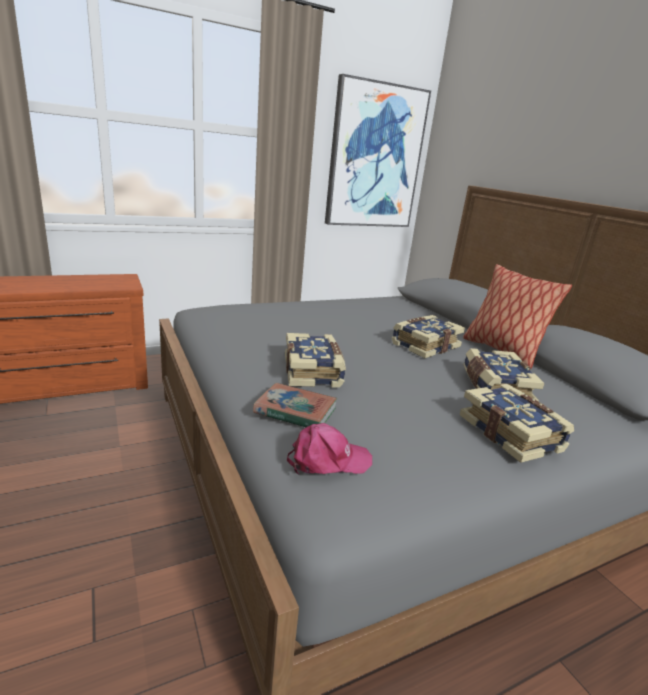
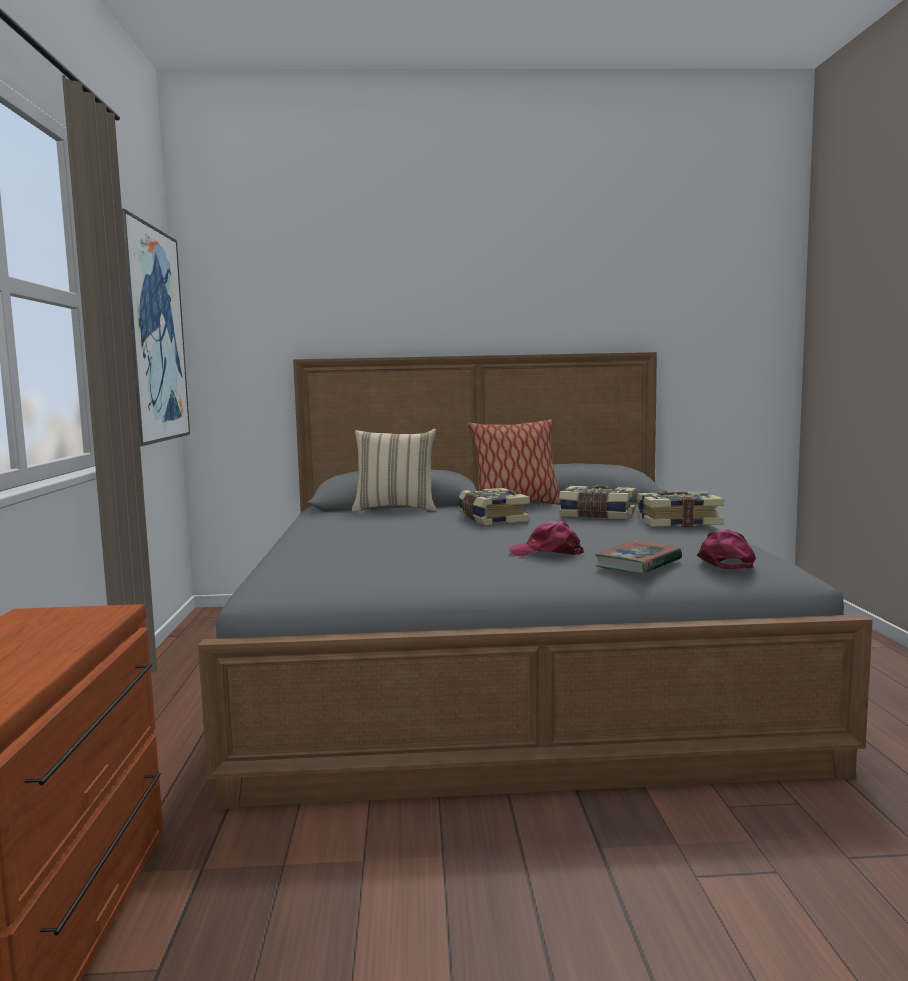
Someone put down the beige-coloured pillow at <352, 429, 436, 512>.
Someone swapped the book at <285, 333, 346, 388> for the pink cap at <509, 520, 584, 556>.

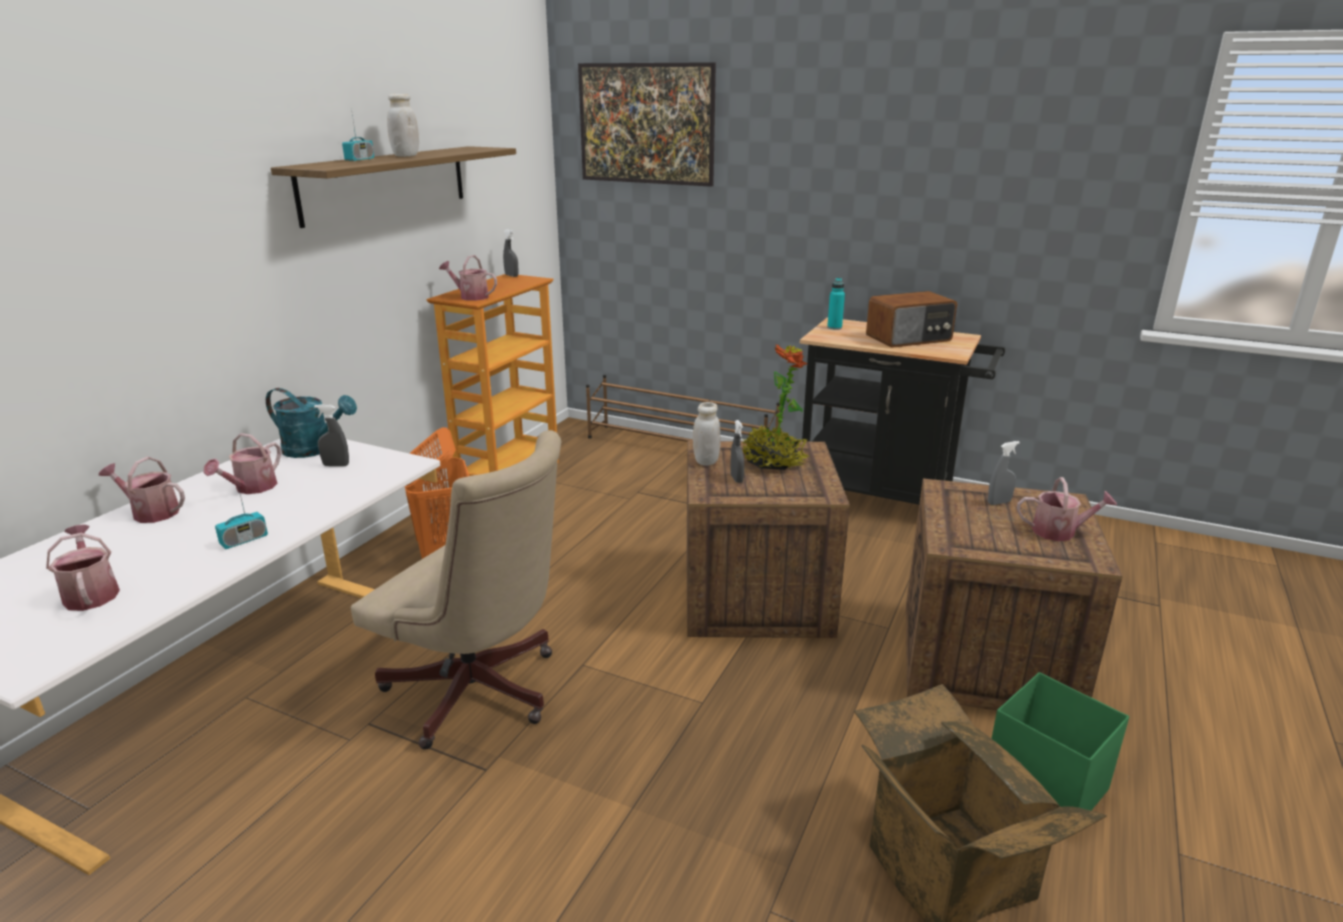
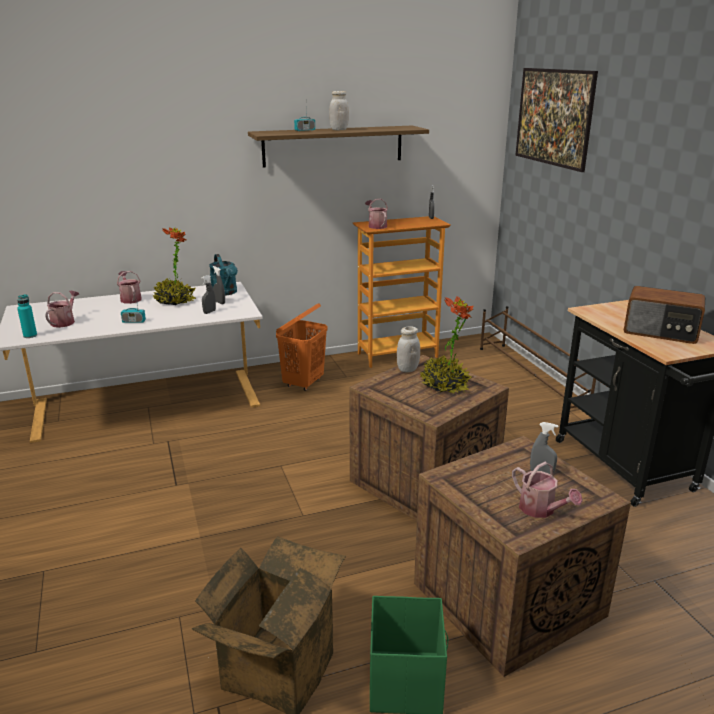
Someone carried the turquoise-coloured bottle from <827, 278, 845, 330> to <17, 294, 37, 338>.
Someone swapped the watering can at <203, 433, 281, 494> for the houseplant at <153, 227, 196, 305>.
Someone carried the greyish spray bottle from <730, 420, 744, 483> to <201, 275, 216, 314>.
Someone took away the beige-coloured desk chair at <351, 430, 562, 750>.

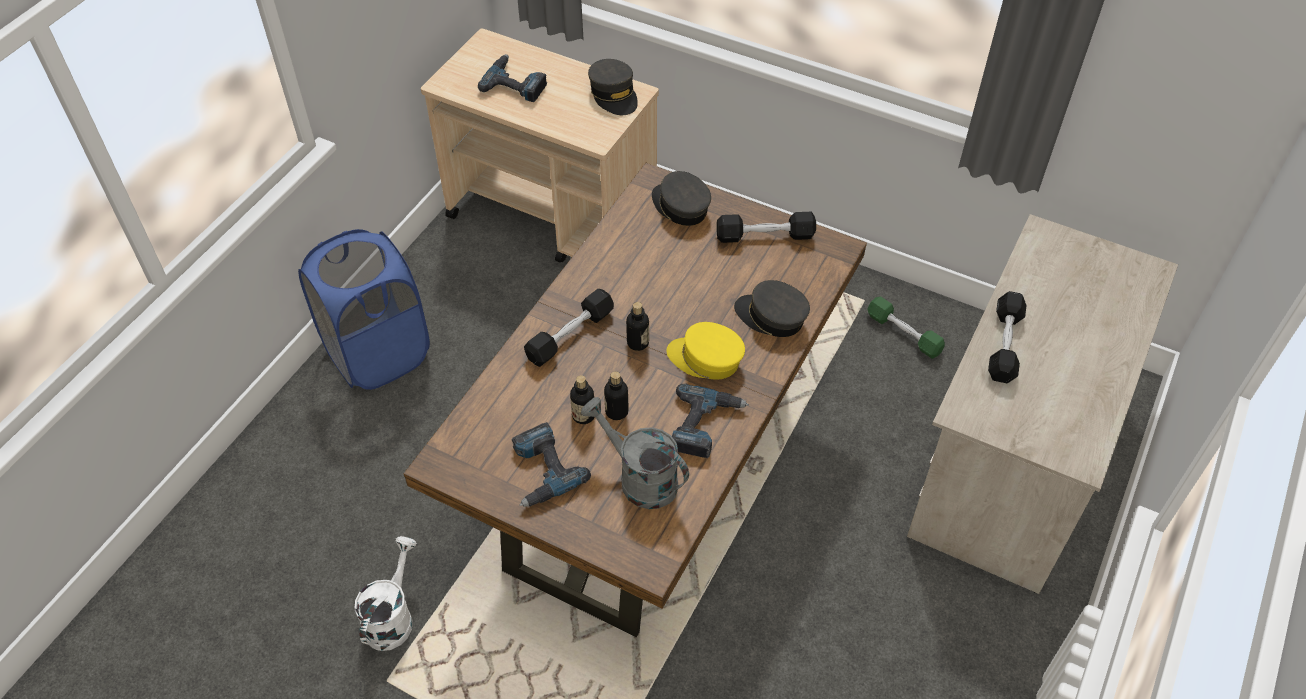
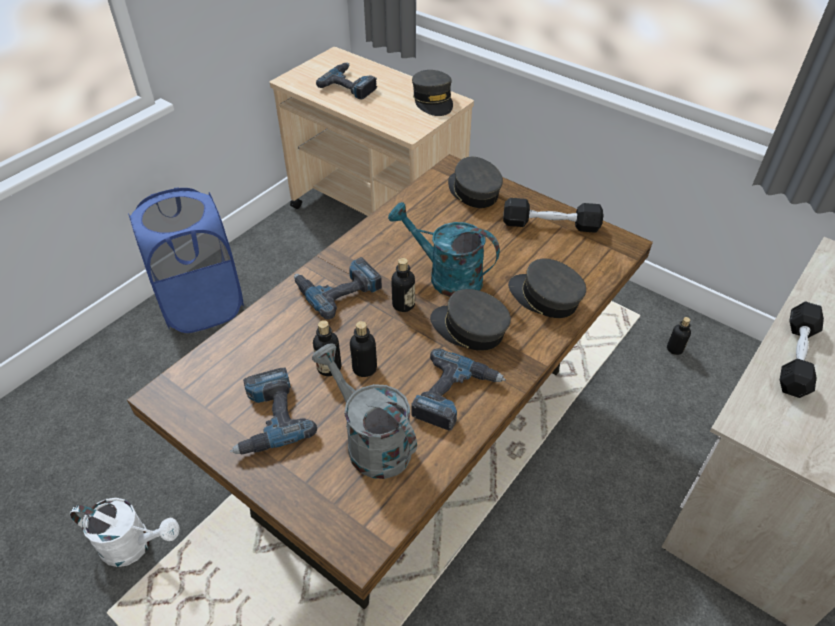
Someone rotated the white watering can at <354, 536, 417, 651> by 75 degrees clockwise.
Someone swapped the black dumbbell at <524, 289, 614, 367> for the electric drill at <294, 257, 382, 319>.
Someone put down the turquoise-coloured watering can at <388, 202, 500, 297>.
Someone repainted the yellow cap at <666, 322, 745, 380>, which became the greyish cap at <430, 289, 511, 351>.
Someone swapped the green dumbbell at <867, 296, 945, 359> for the bottle at <667, 317, 691, 355>.

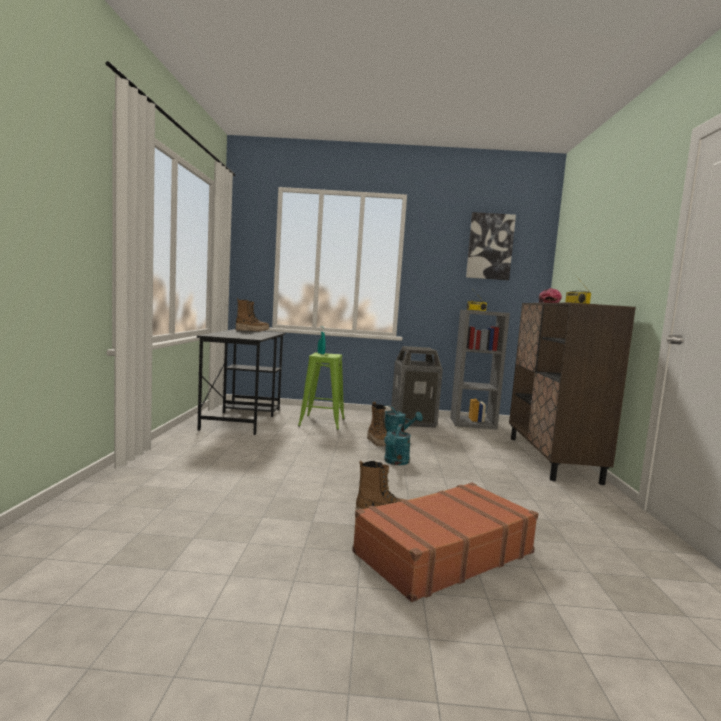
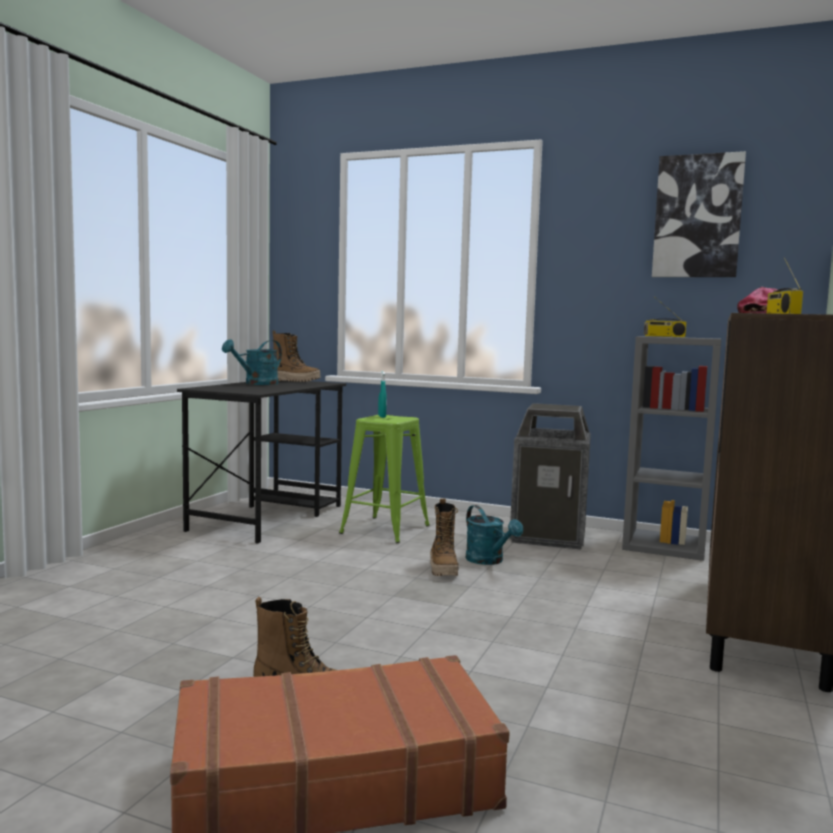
Someone carried the turquoise-coloured watering can from <384, 424, 411, 465> to <222, 339, 282, 385>.

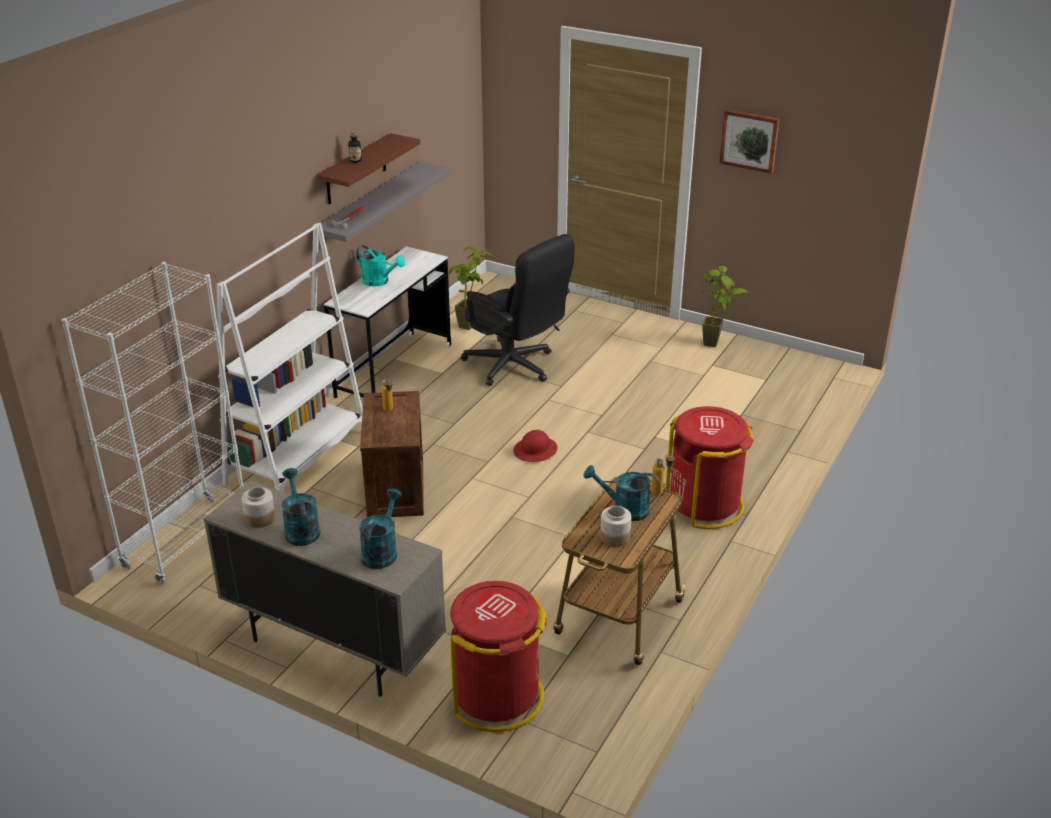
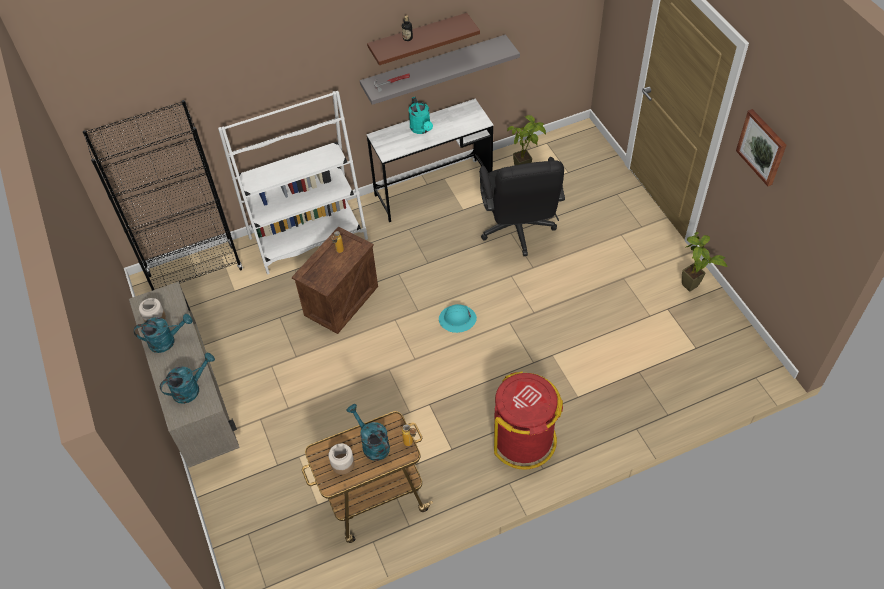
Someone repainted the white bookshelf at <62, 262, 243, 584>, which became the black bookshelf at <83, 100, 243, 291>.
Someone rotated the turquoise-coloured watering can at <281, 468, 320, 546> by 60 degrees clockwise.
Someone repainted the red-coloured work helmet at <513, 430, 557, 462>, which became the turquoise-coloured work helmet at <439, 304, 477, 333>.
Someone took away the red-coloured rubbish bin at <450, 581, 547, 732>.

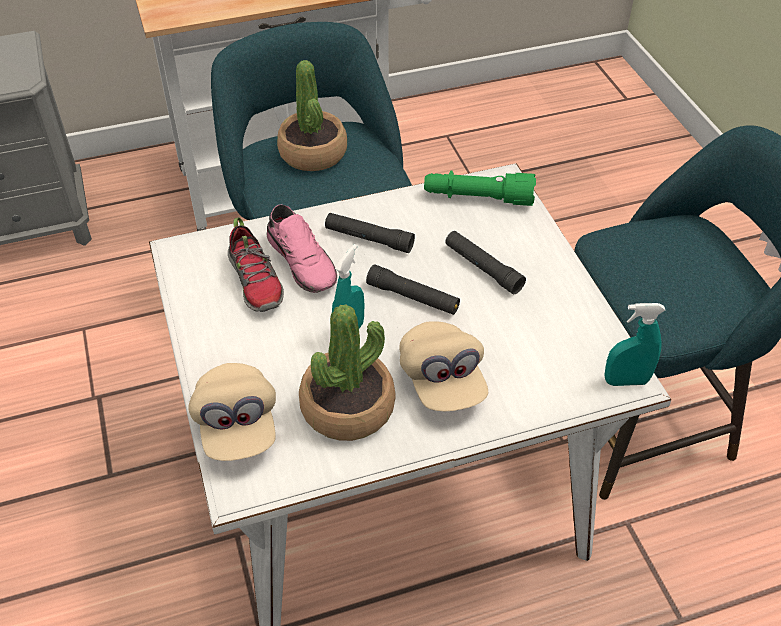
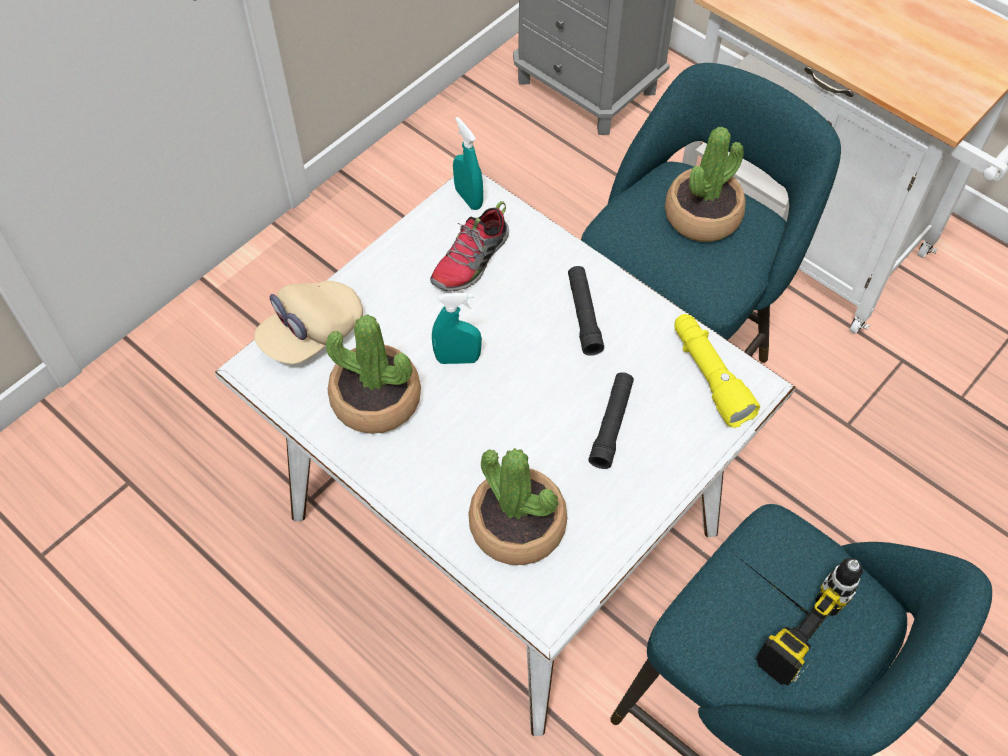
Someone carried the turquoise-coloured spray bottle from <604, 303, 665, 386> to <453, 117, 483, 210>.
Someone put down the houseplant at <468, 448, 568, 565>.
Someone repainted the green flashlight at <424, 171, 536, 206>, which became the yellow flashlight at <674, 314, 760, 428>.
Someone put down the electric drill at <734, 554, 863, 685>.
Someone took away the pink item of footwear at <266, 205, 337, 293>.
Someone took away the black flashlight at <366, 264, 460, 315>.
Someone took away the beige-coloured cap at <399, 322, 488, 411>.

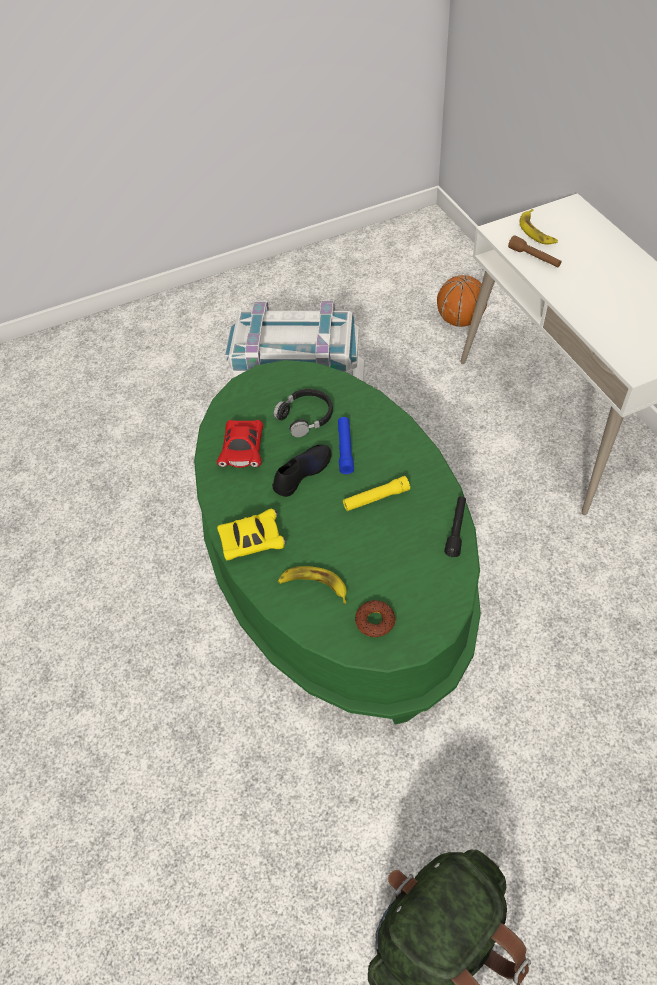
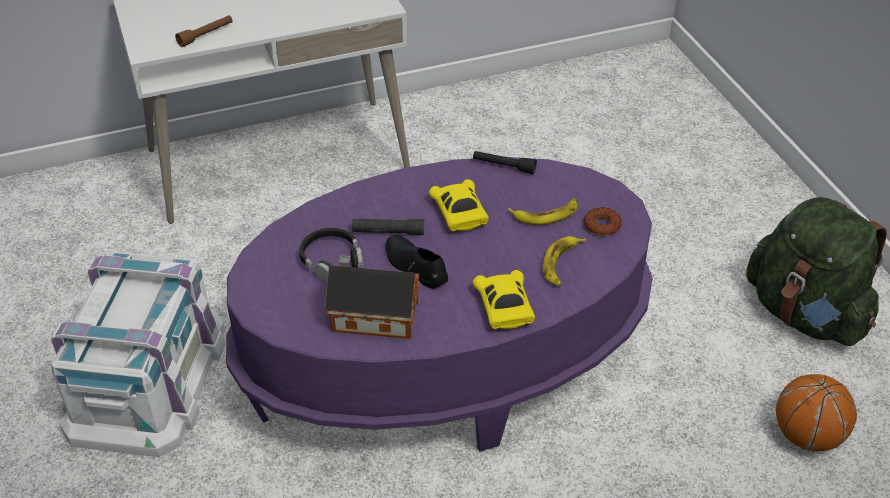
Someone repainted the green coffee table at <194, 360, 481, 724>, which became the purple coffee table at <226, 157, 652, 452>.
Someone swapped the red-coloured toy car at <217, 420, 263, 468> for the toy house at <325, 255, 420, 339>.
Someone repainted the blue flashlight at <338, 417, 354, 474>, which became the black flashlight at <352, 219, 424, 235>.
Someone swapped the yellow flashlight at <343, 476, 410, 511> for the yellow toy car at <429, 179, 489, 231>.
Someone carried the whole banana from <519, 209, 558, 244> to <508, 198, 577, 225>.
Someone carried the basketball ball from <437, 275, 487, 327> to <776, 374, 857, 451>.

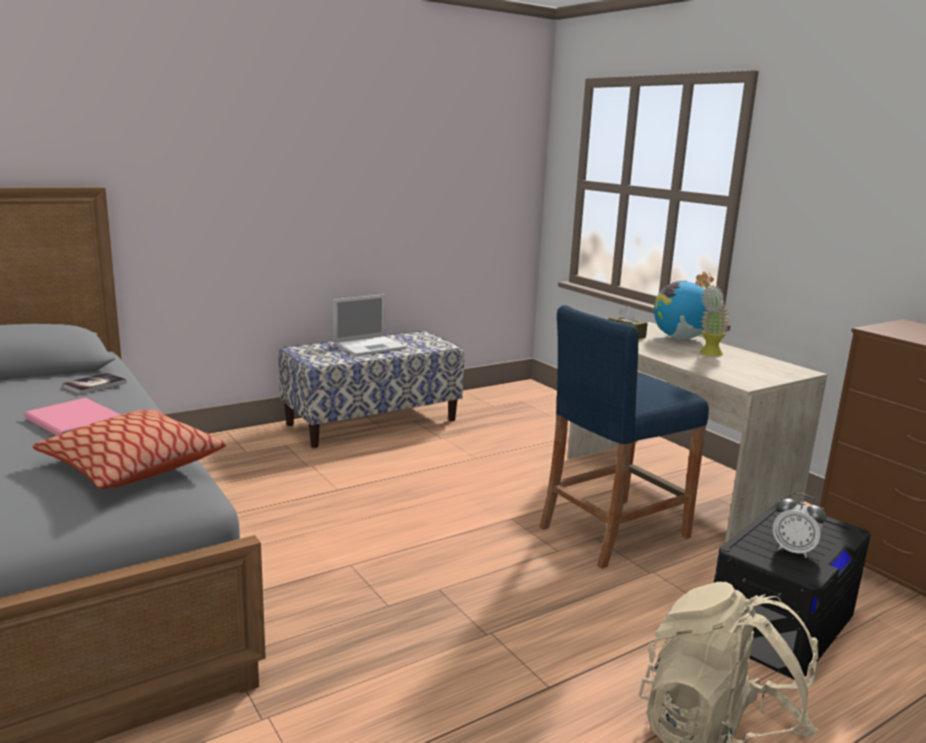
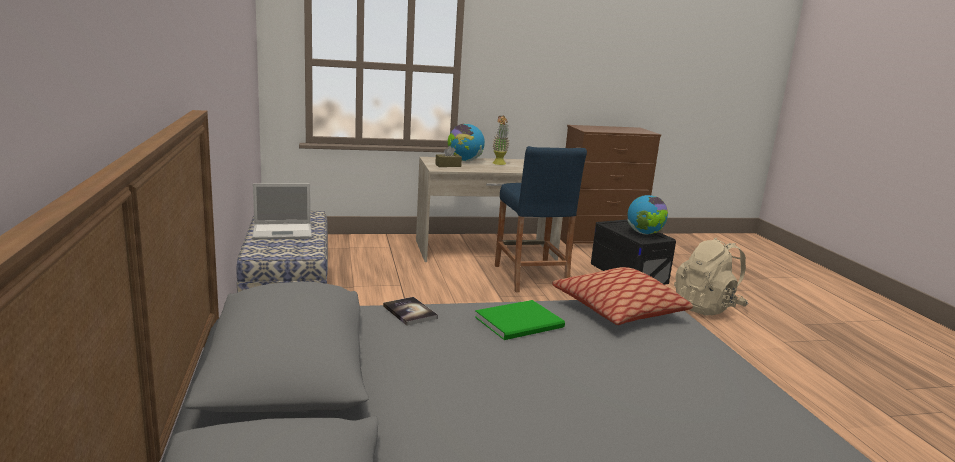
Someone rotated the portable computer at <333, 294, 407, 356> by 90 degrees clockwise.
Someone repainted the pink book at <25, 398, 121, 436>, which became the green book at <475, 300, 565, 340>.
Someone swapped the table clock at <773, 493, 826, 558> for the globe at <628, 195, 668, 235>.

